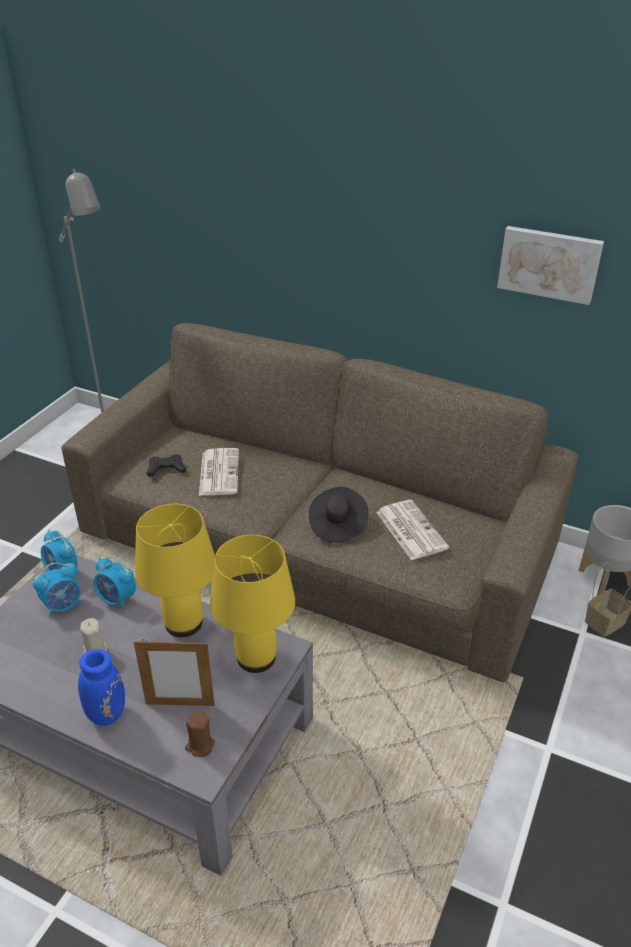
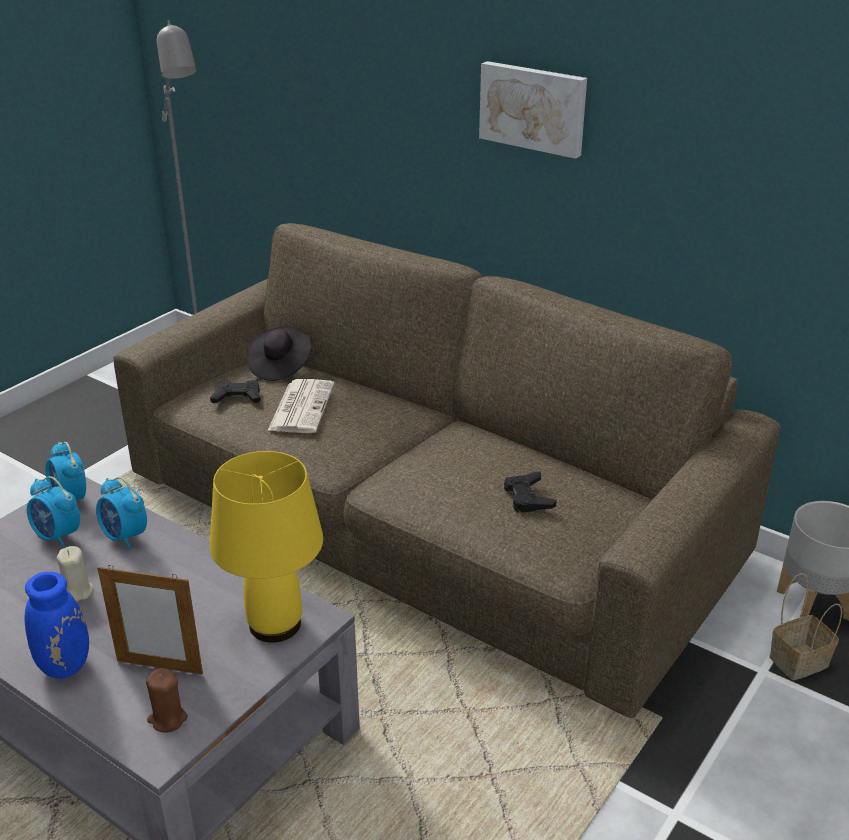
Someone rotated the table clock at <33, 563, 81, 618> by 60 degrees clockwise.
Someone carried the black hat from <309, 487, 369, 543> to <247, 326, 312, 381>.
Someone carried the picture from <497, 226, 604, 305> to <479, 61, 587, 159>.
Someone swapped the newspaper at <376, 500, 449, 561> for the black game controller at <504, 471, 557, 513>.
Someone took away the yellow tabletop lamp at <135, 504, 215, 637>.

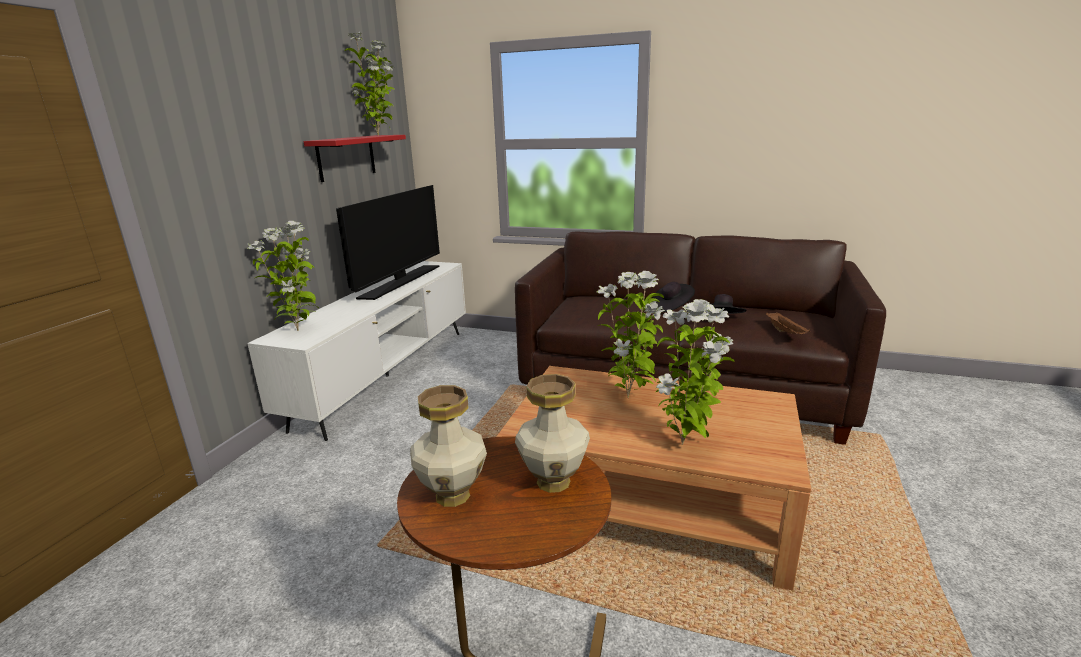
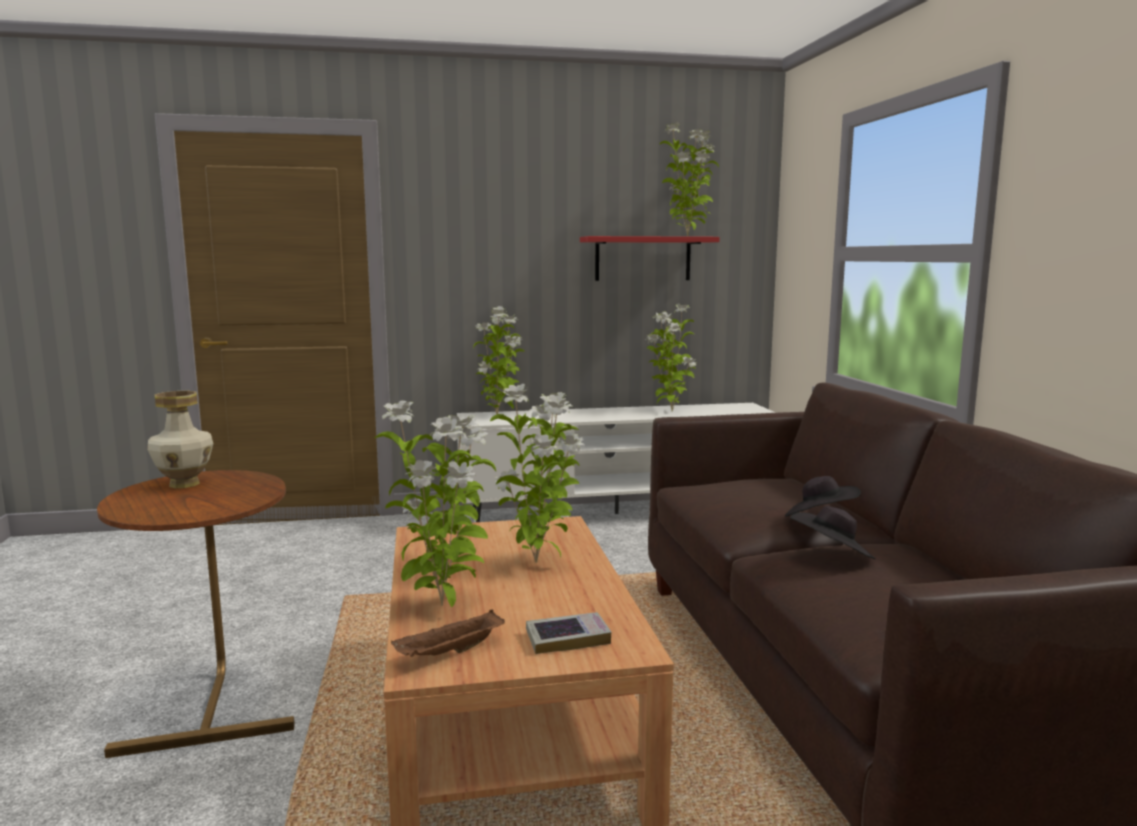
Someone carried the brown-coloured serving tray from <766, 312, 810, 334> to <391, 610, 505, 657>.
Someone put down the book at <526, 612, 611, 654>.
Someone swapped the TV set at <336, 185, 440, 300> for the houseplant at <645, 303, 696, 411>.
Someone took away the vase at <515, 374, 590, 493>.

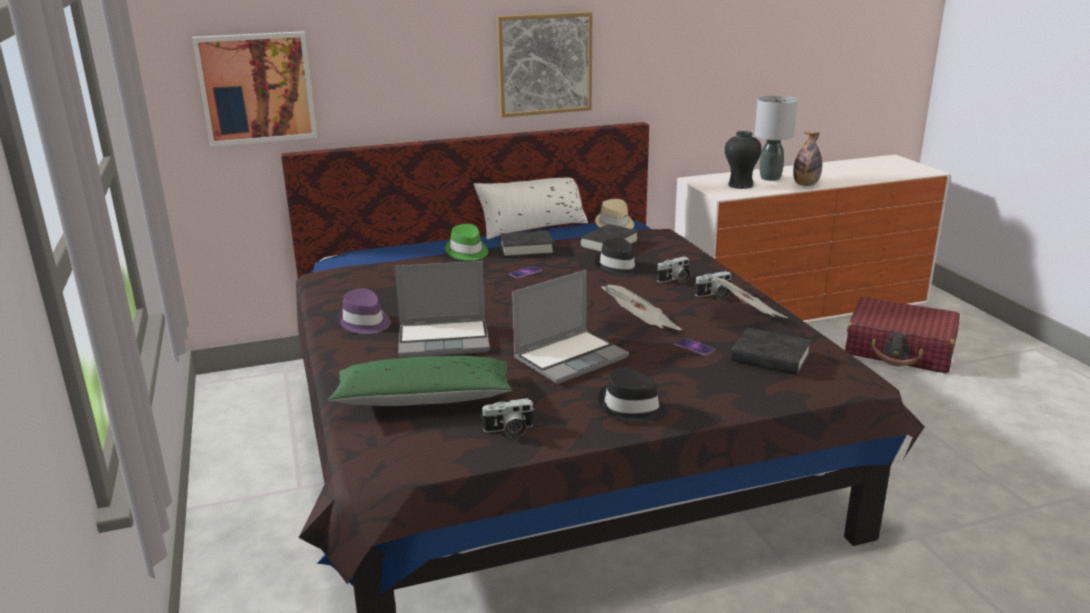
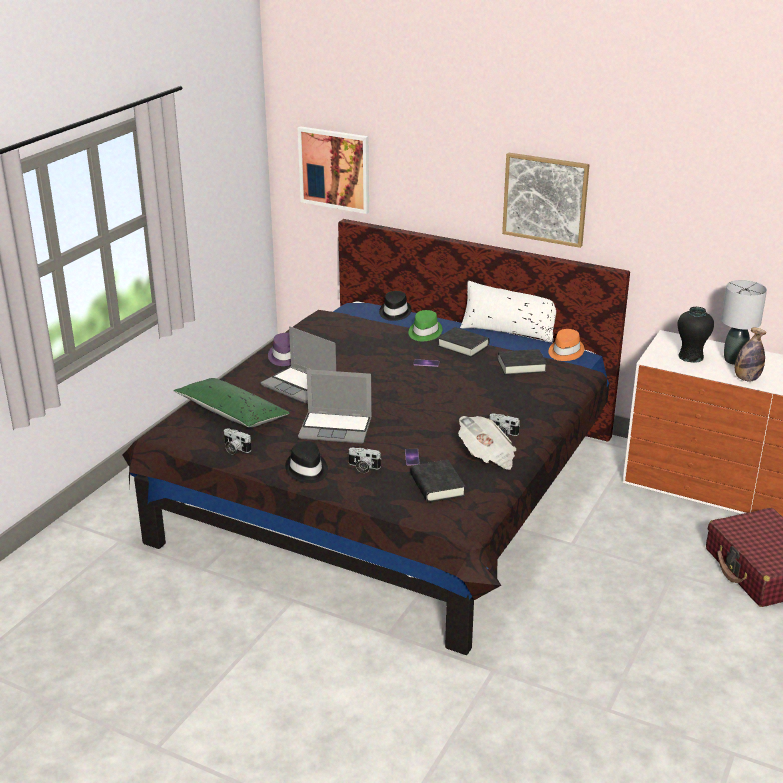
Someone carried the photo camera from <657, 256, 691, 283> to <349, 448, 382, 473>.
Someone carried the black hat from <595, 238, 641, 276> to <379, 291, 412, 321>.
Someone repainted the beige-coloured hat at <595, 199, 634, 229>, which became the orangey hat at <549, 329, 584, 361>.
Someone took away the newspaper at <601, 285, 682, 330>.

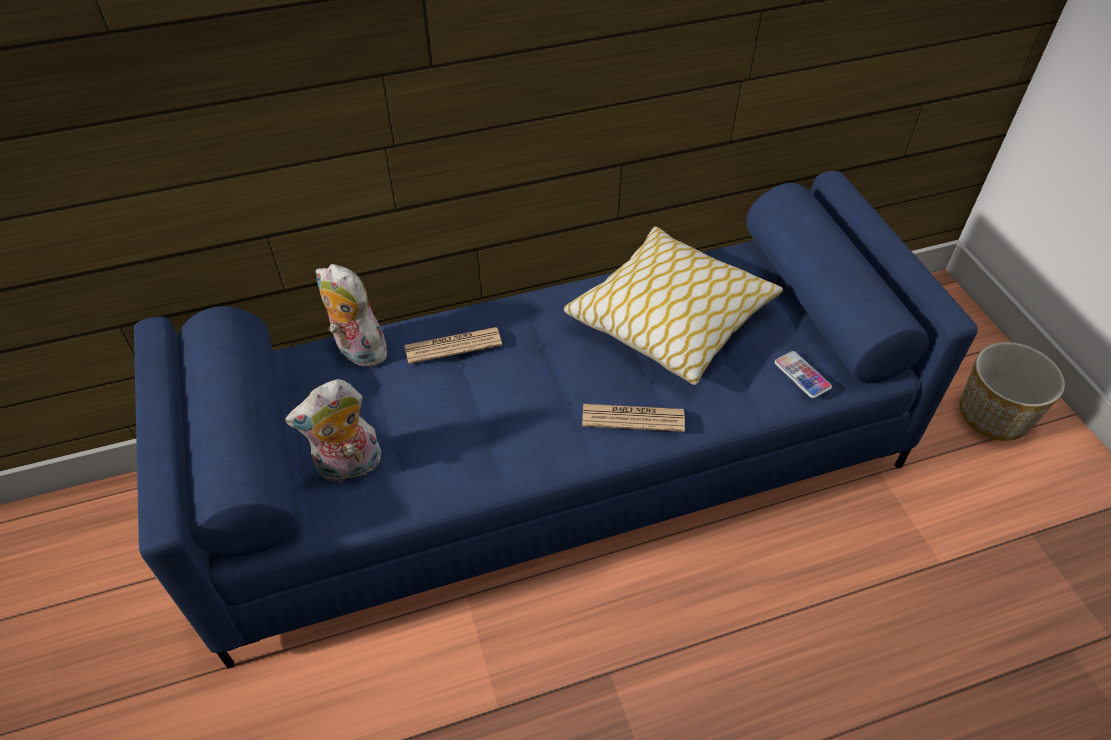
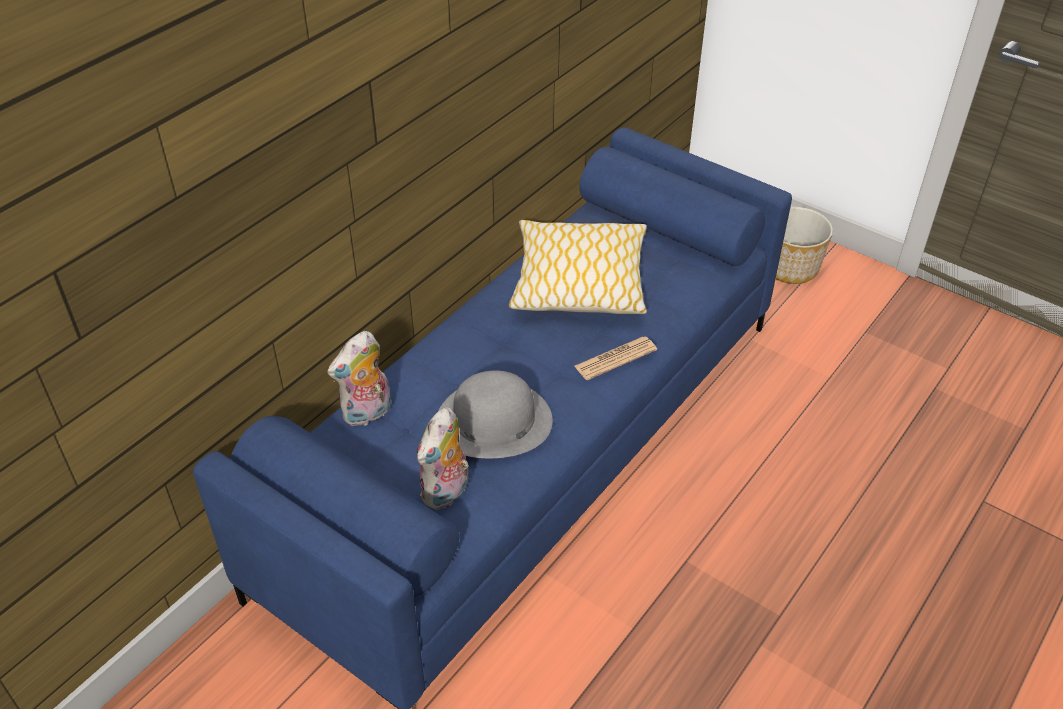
Someone rotated the plush toy at <316, 264, 390, 367> by 45 degrees counterclockwise.
Someone put down the greyish hat at <439, 371, 553, 458>.
Someone took away the newspaper at <404, 327, 502, 364>.
Someone took away the phone at <774, 351, 832, 398>.

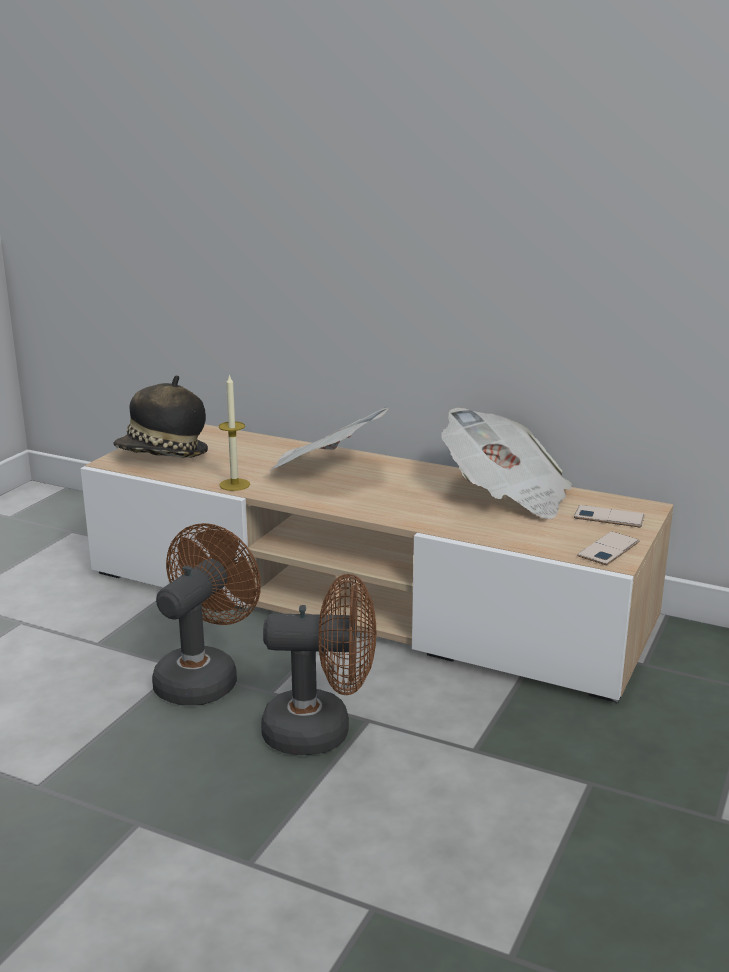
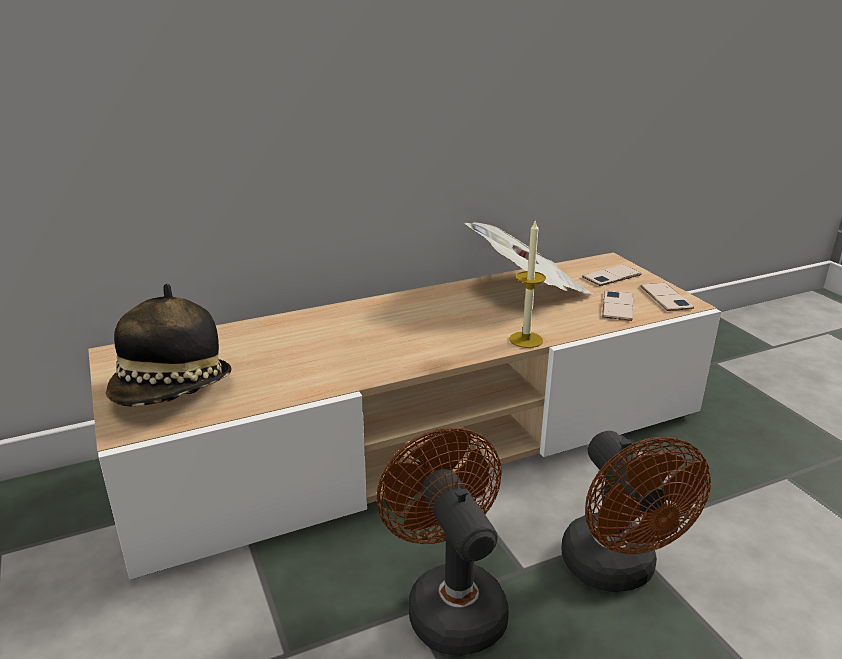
Someone carried the candle from <219, 374, 250, 491> to <510, 219, 546, 348>.
Someone rotated the brown-coloured fan at <261, 574, 376, 755> by 120 degrees clockwise.
Someone put down the phone at <602, 291, 633, 321>.
Someone took away the newspaper at <269, 407, 388, 471>.

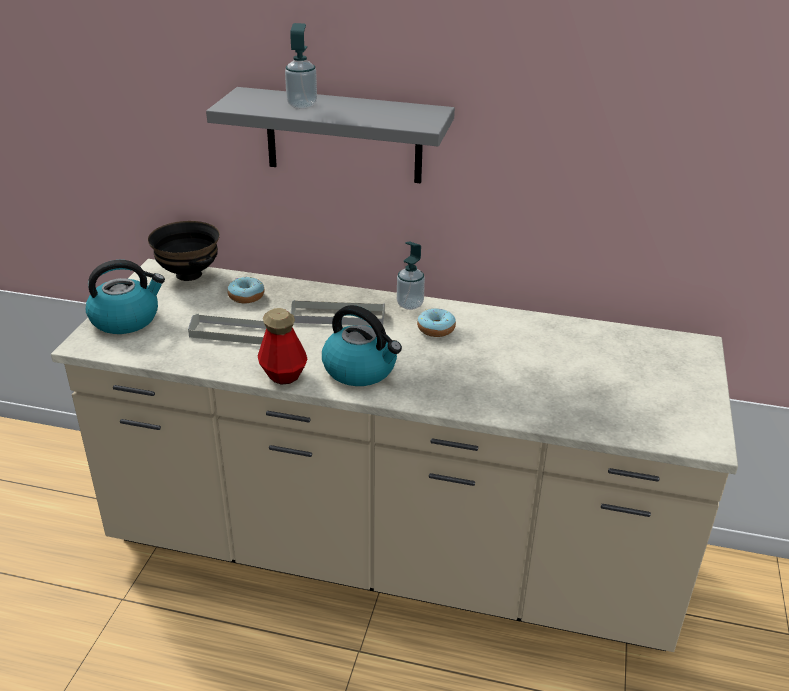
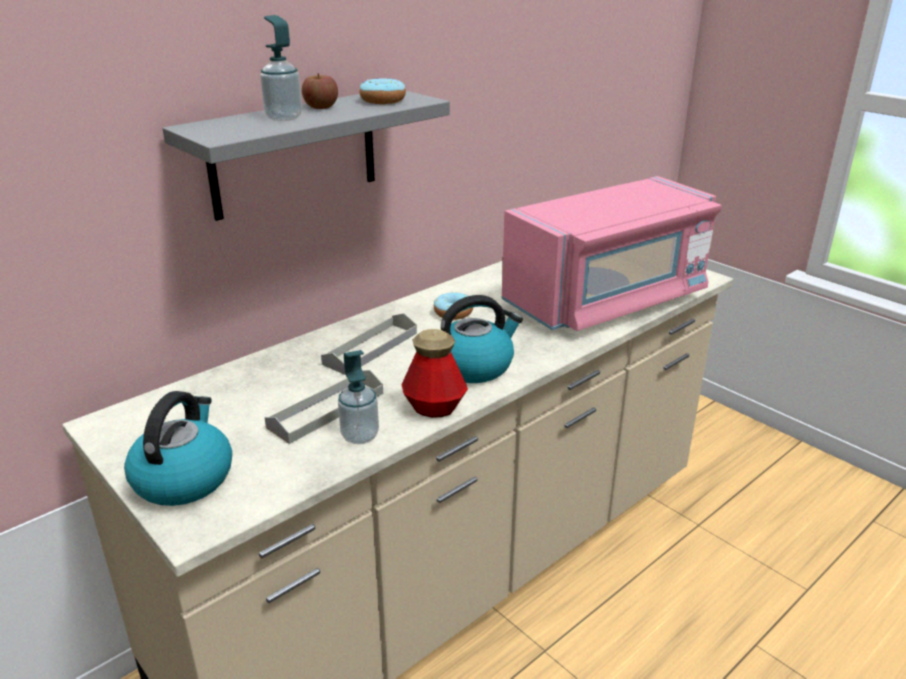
Someone put down the apple fruit at <302, 73, 338, 109>.
Someone carried the liquid soap bottle from <397, 241, 425, 310> to <338, 350, 379, 444>.
Someone carried the ring doughnut from <227, 276, 264, 303> to <359, 78, 406, 104>.
Someone put down the pink kitchen microwave at <502, 176, 722, 331>.
Someone took away the black serving bowl at <148, 221, 220, 281>.

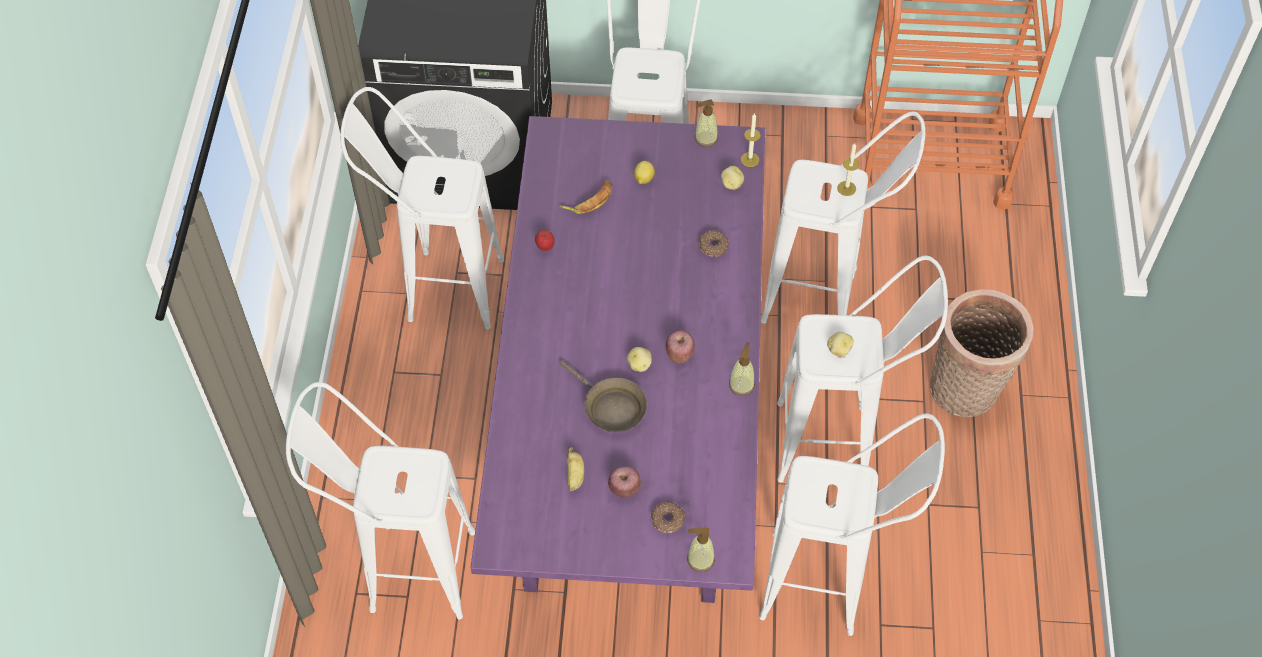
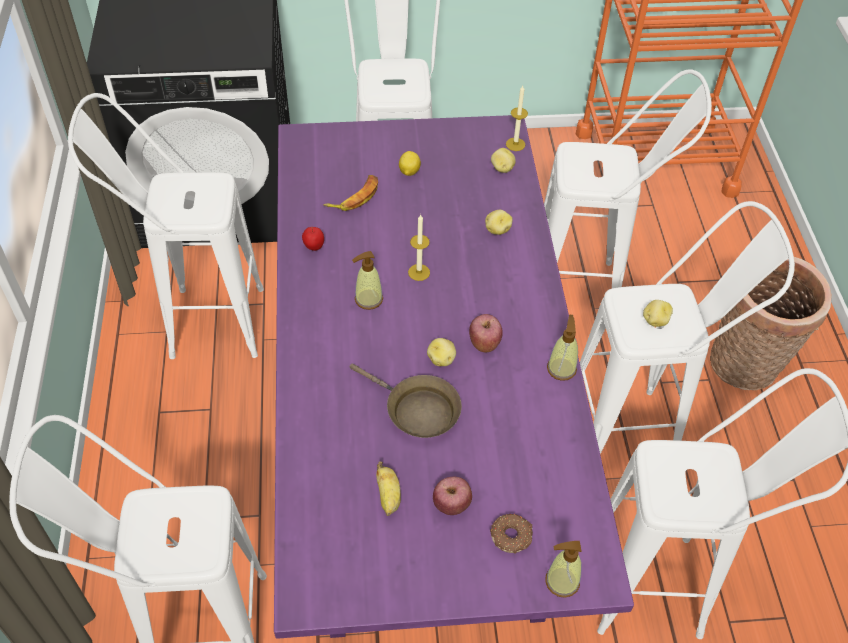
Someone carried the liquid soap bottle from <695, 100, 718, 147> to <352, 251, 383, 310>.
Someone carried the candle from <837, 143, 859, 196> to <408, 214, 430, 281>.
Someone swapped the ring doughnut at <699, 230, 729, 257> for the spud at <485, 210, 513, 235>.

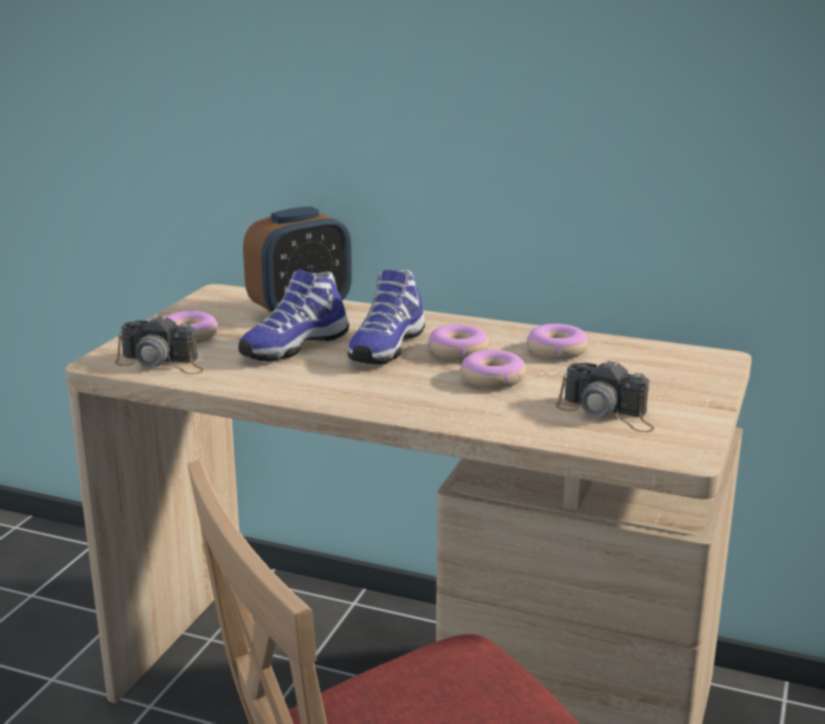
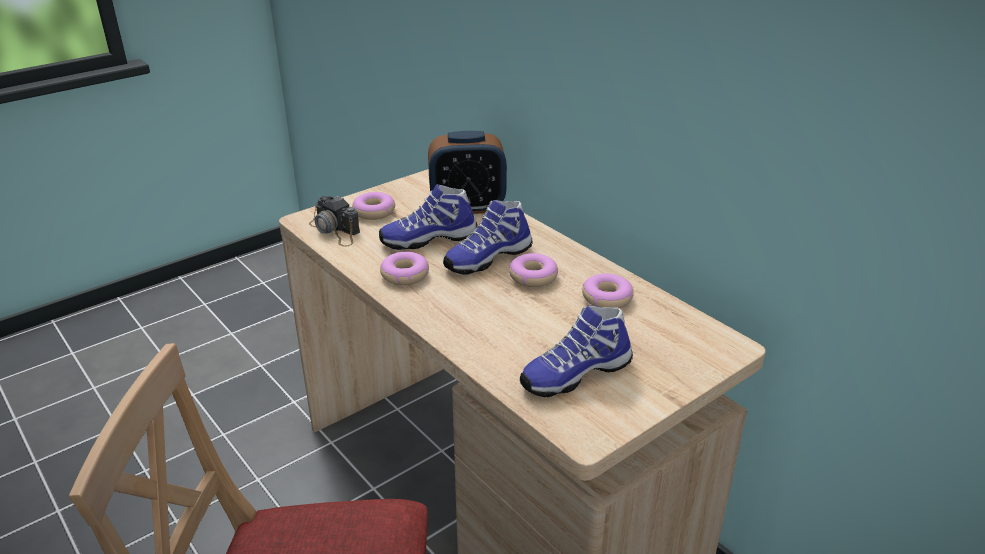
Someone carried the ring doughnut from <461, 350, 526, 388> to <380, 252, 429, 285>.
Someone swapped the photo camera at <556, 359, 655, 432> for the item of footwear at <520, 306, 633, 397>.

